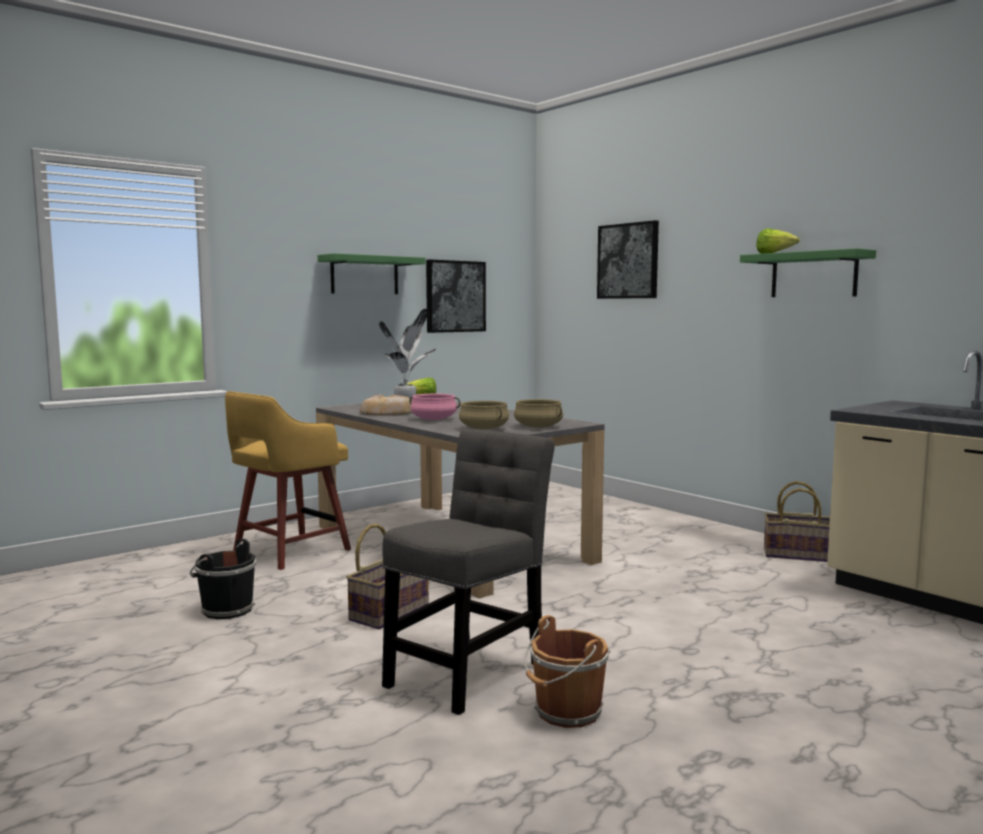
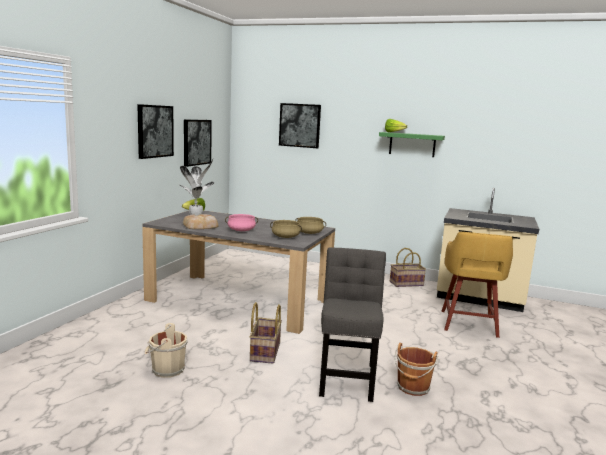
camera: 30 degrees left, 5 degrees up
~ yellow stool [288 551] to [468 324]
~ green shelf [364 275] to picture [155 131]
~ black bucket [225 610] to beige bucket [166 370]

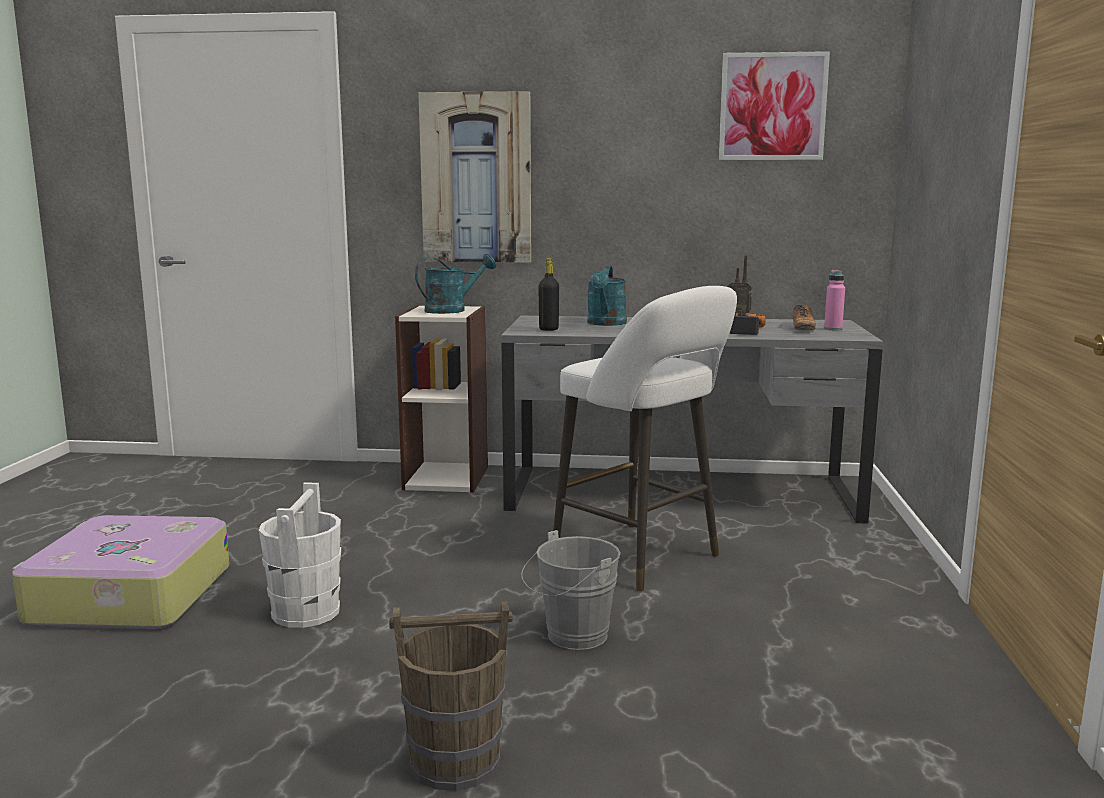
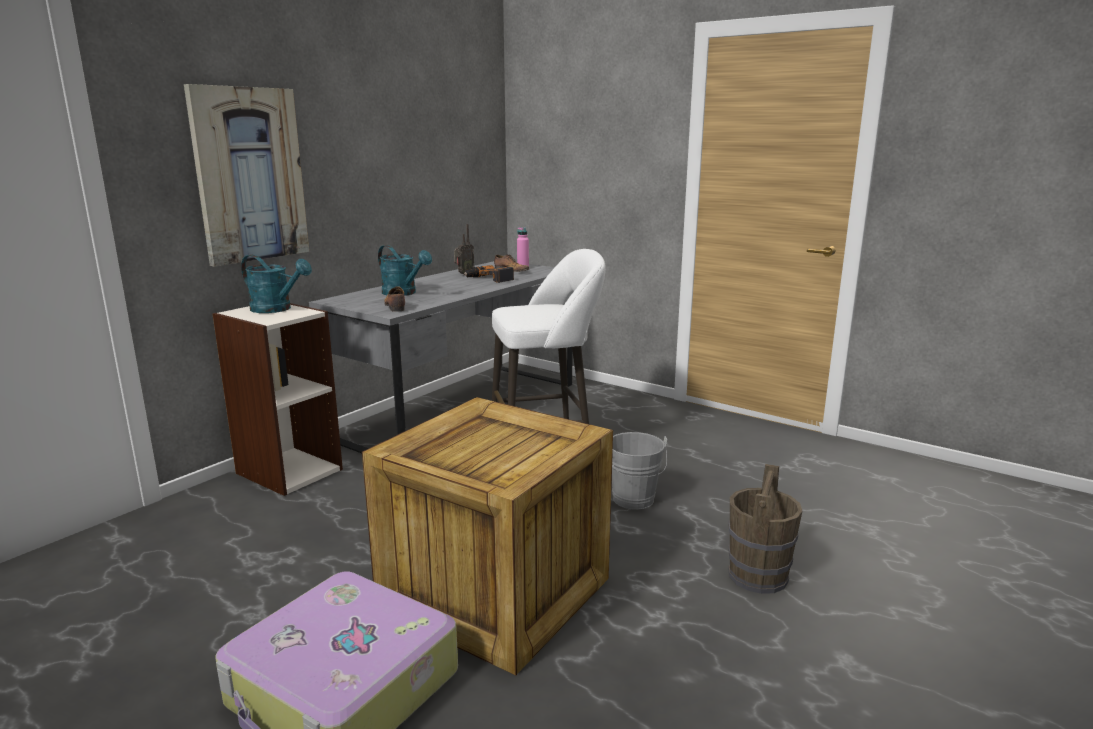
camera: 60 degrees left, 5 degrees up
- picture [772 107]
~ white bucket [306 611] to crate [495 590]
~ black bottle [548 329] to shoe [395 306]
~ turquoise watering can [452 310] = [277 309] 120 degrees clockwise

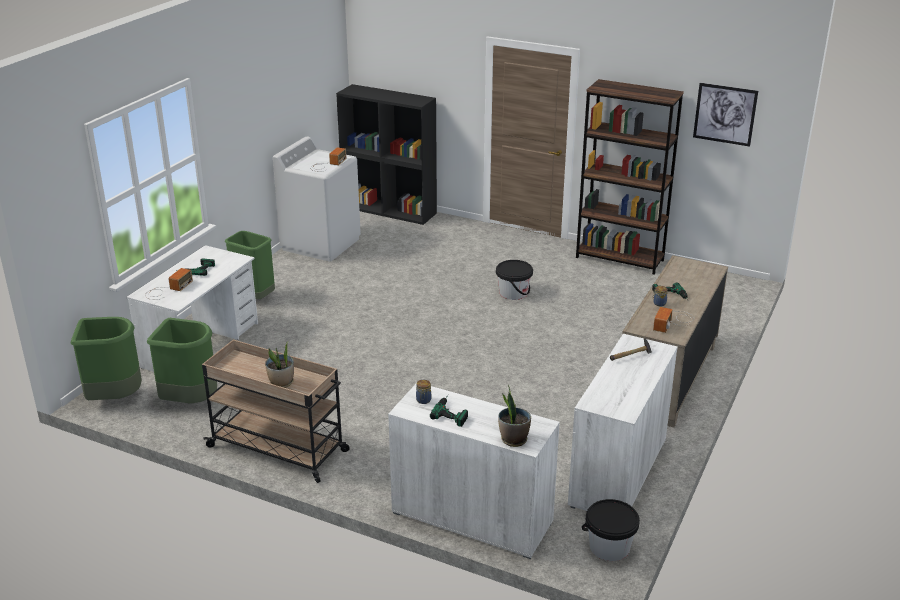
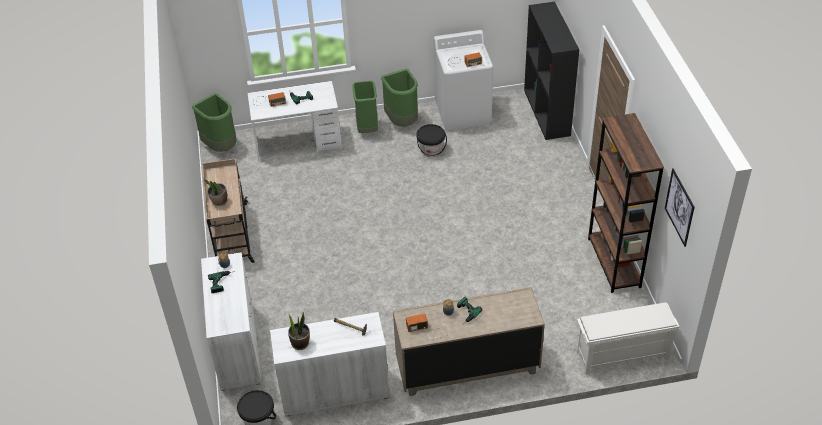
camera: 55 degrees right, 15 degrees up
+ white shoe rack [621 356]
~ green trash can [190 400] to [402 121]
~ black bucket [513 293] to [431 149]
~ potted plant [513 439] to [300 343]

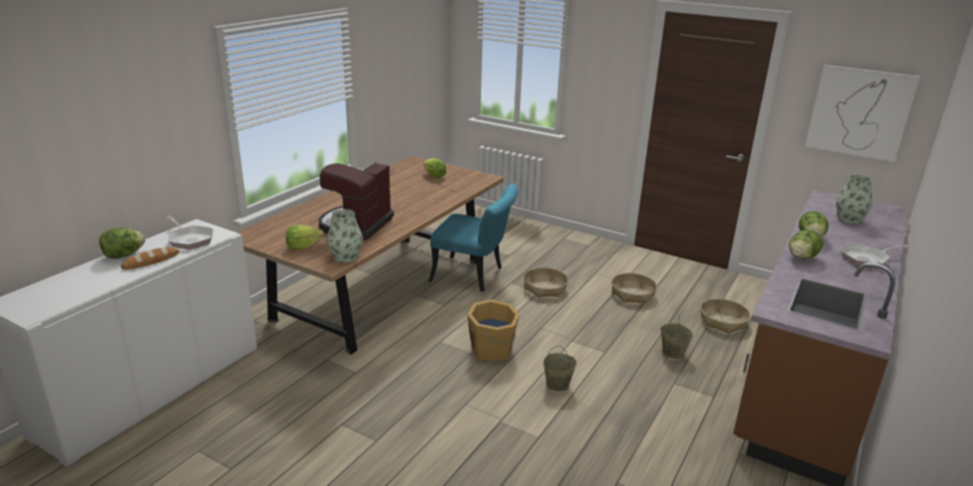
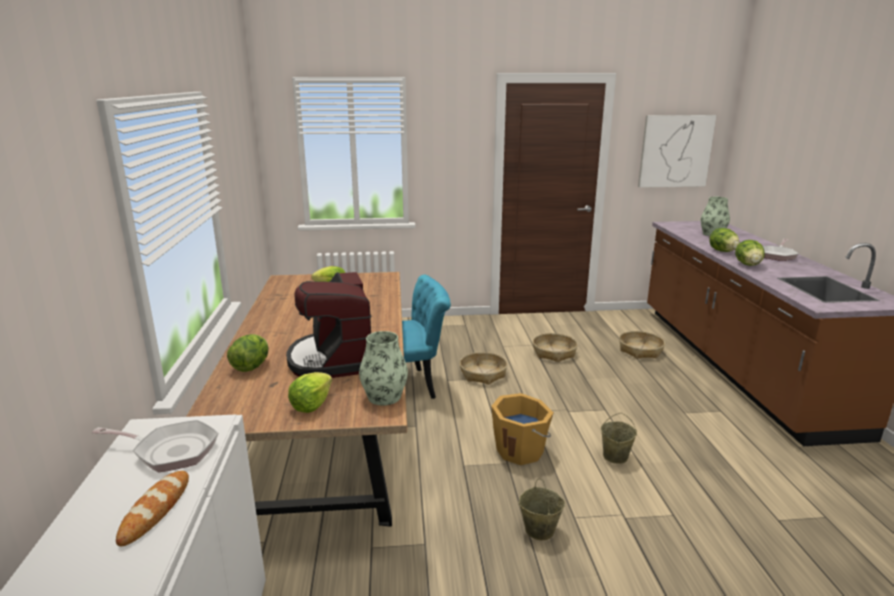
camera: 35 degrees left, 5 degrees down
~ lettuce [124 255] to [251 366]
~ beige bucket [672 353] to [539 530]

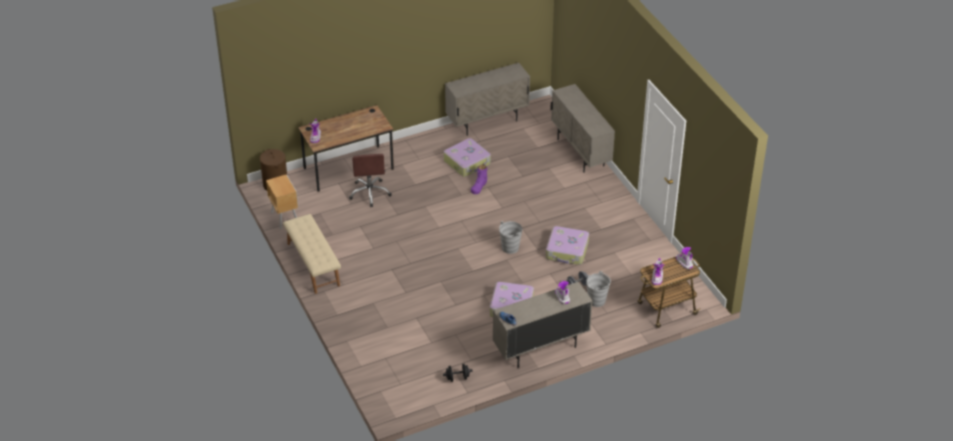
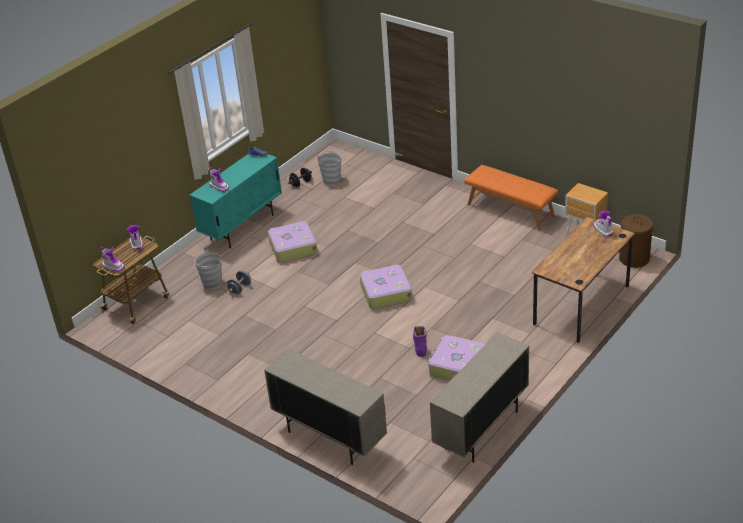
camera: 155 degrees right, 5 degrees down
- brown office chair [370 193]
~ grey bucket [510 248] to [332 181]
~ suitcase [567 251] to [385 293]
~ beige bench [312 264] to orange bench [510 210]
~ beige cabinet [541 349] to turquoise cabinet [242 227]

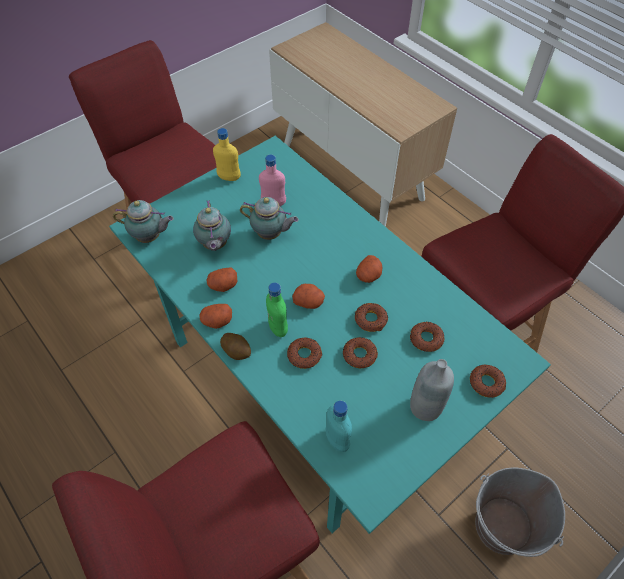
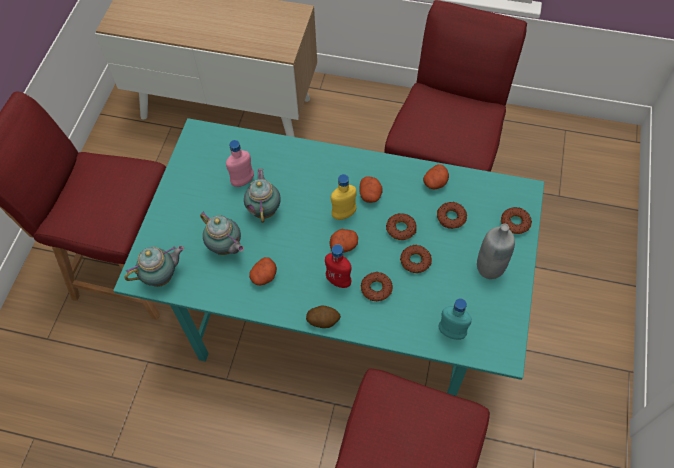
camera: 35 degrees left, 5 degrees up
- grey bucket [502 527]
~ potato [217 321] to [435 183]
~ yellow bottle [229 177] to [344 214]
~ green bottle [278 328] to red bottle [338 281]
~ teapot [271 234] = [264 209] 75 degrees counterclockwise

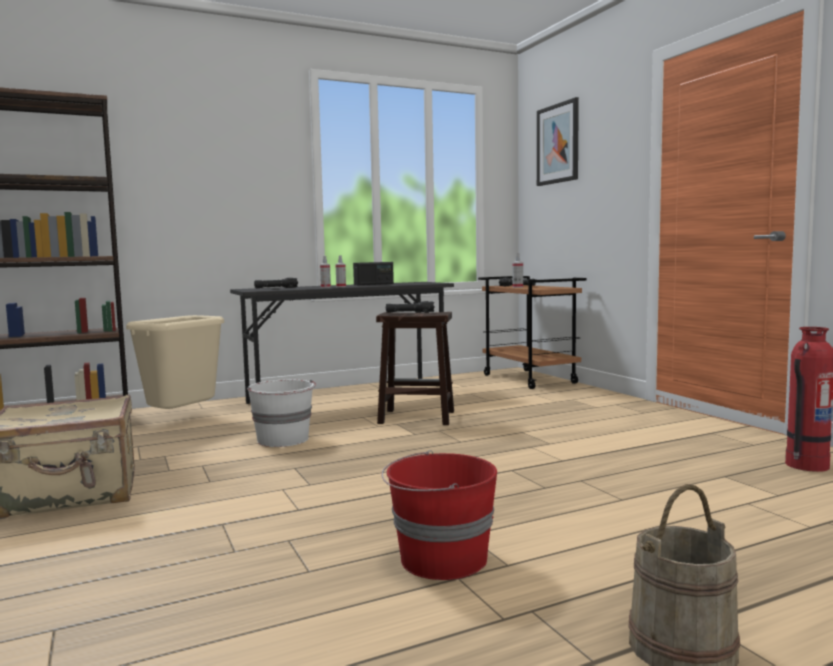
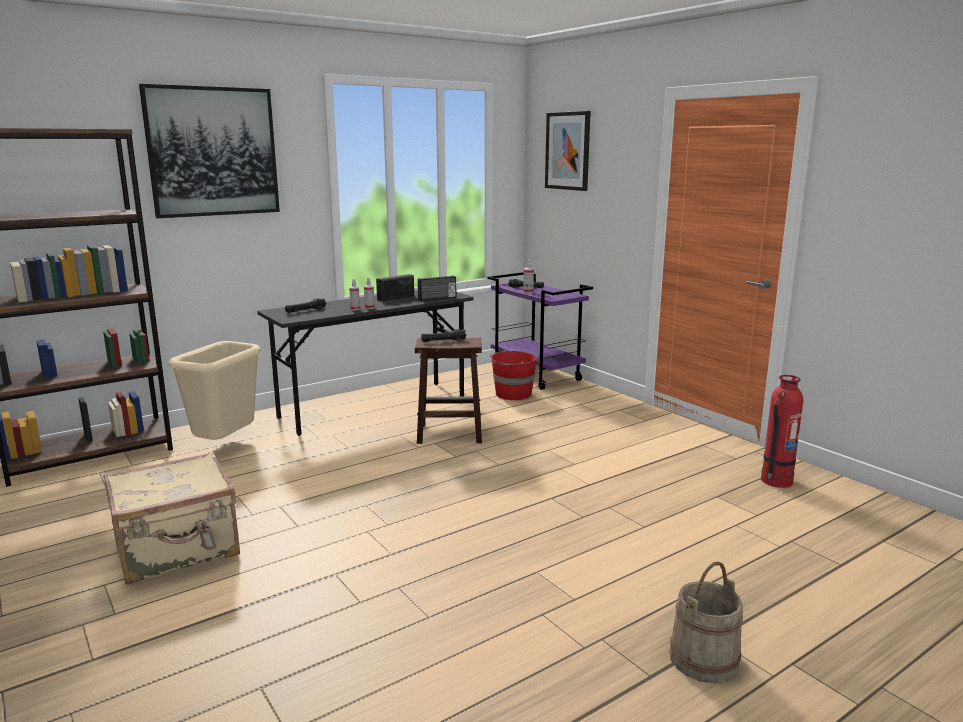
camera: 10 degrees left, 10 degrees up
- white bucket [283 440]
+ picture [213 152]
+ radio [437 298]
~ red bucket [441 560] to [512 394]
~ brown cart [530 379] to purple cart [537 375]

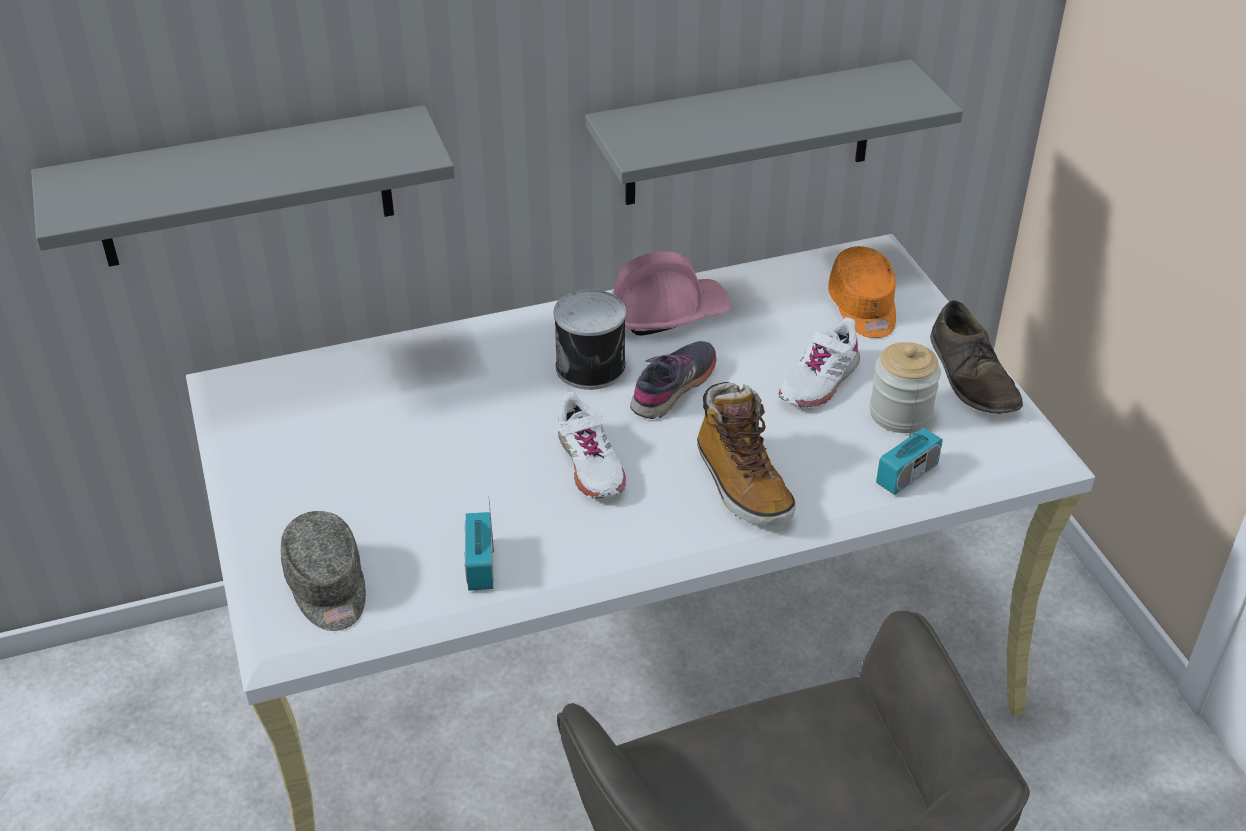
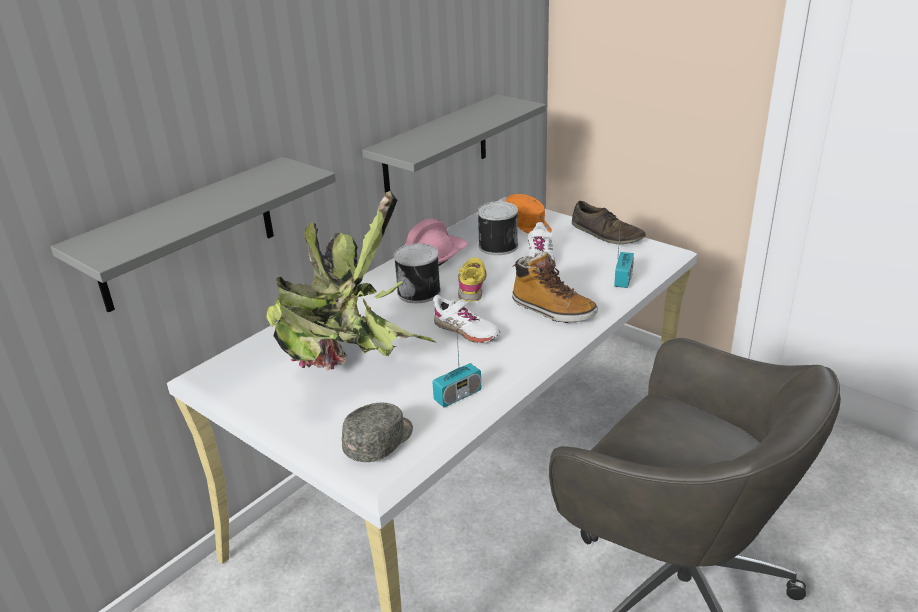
camera: 30 degrees left, 10 degrees down
- jar [900 413]
+ potted plant [350 368]
+ can [497 246]
~ grey shoe [674 387] to yellow shoe [472 285]
~ grey cap [328 587] = [380 442] 90 degrees counterclockwise
~ radio [480 565] = [458 395] 90 degrees counterclockwise

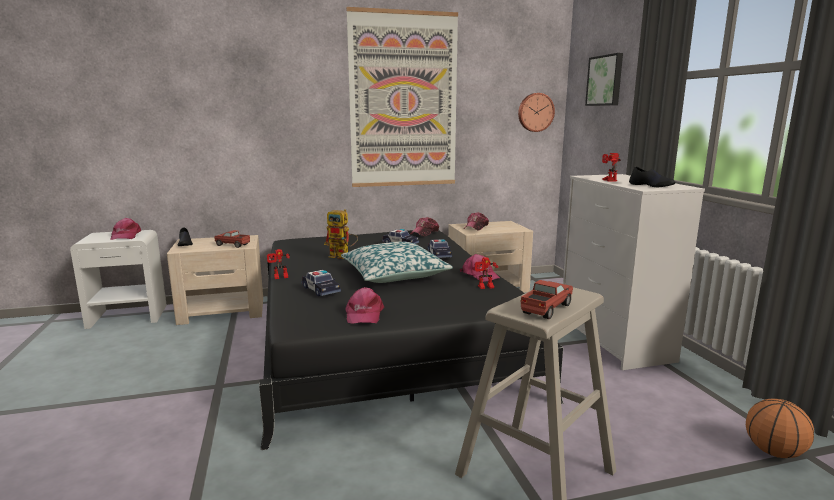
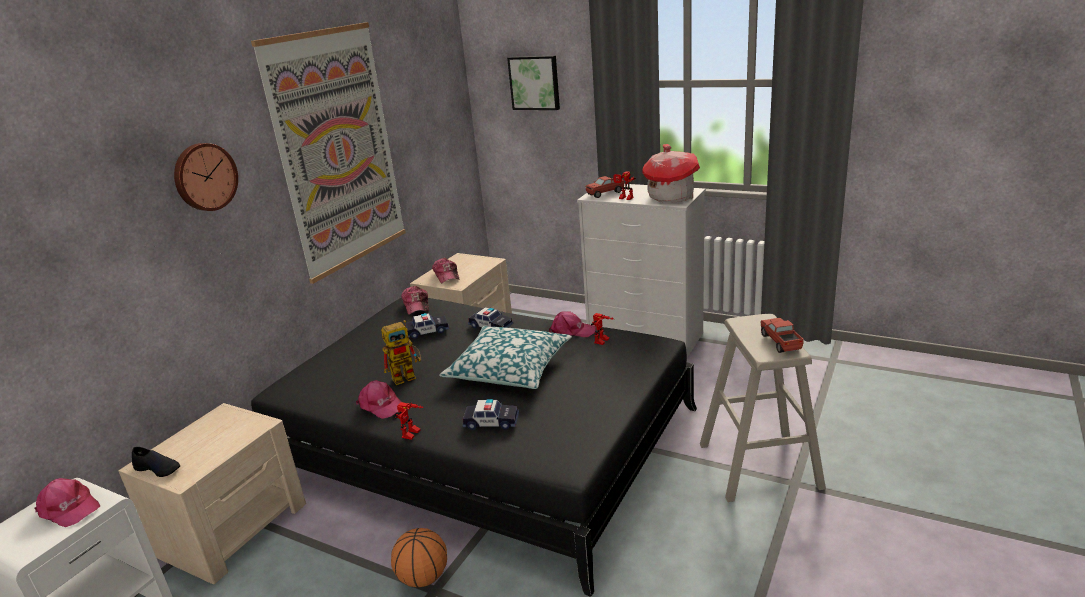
camera: 45 degrees left, 10 degrees up
~ toy truck [233 245] to [605 193]
~ pink cap [363 314] to [381 405]
~ wall clock [535 112] to [204 177]
~ basketball [773 452] to [423 578]
~ black shoe [651 185] to toy house [671 196]

